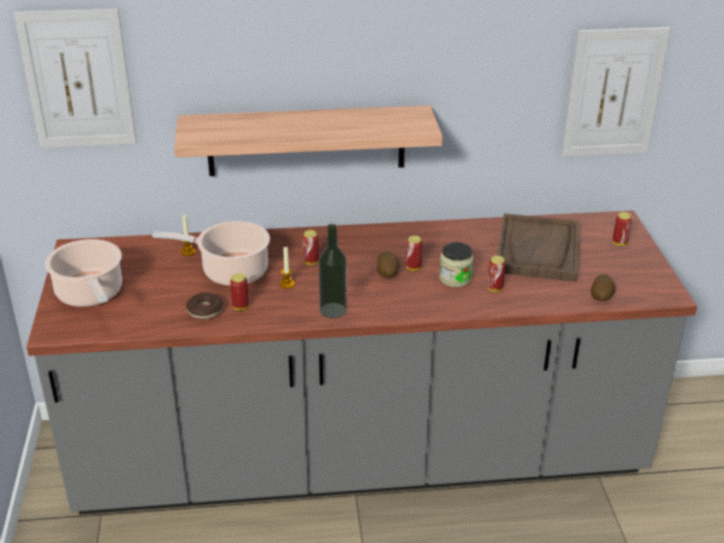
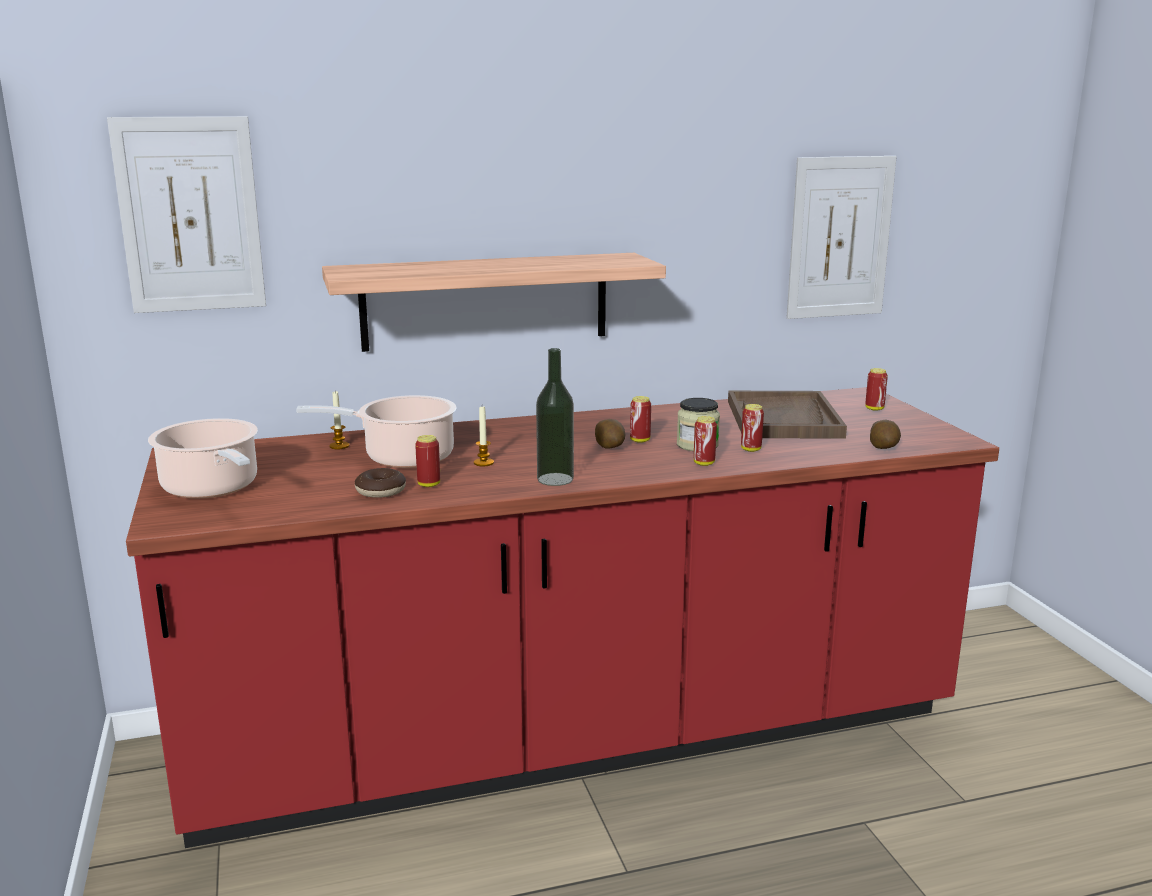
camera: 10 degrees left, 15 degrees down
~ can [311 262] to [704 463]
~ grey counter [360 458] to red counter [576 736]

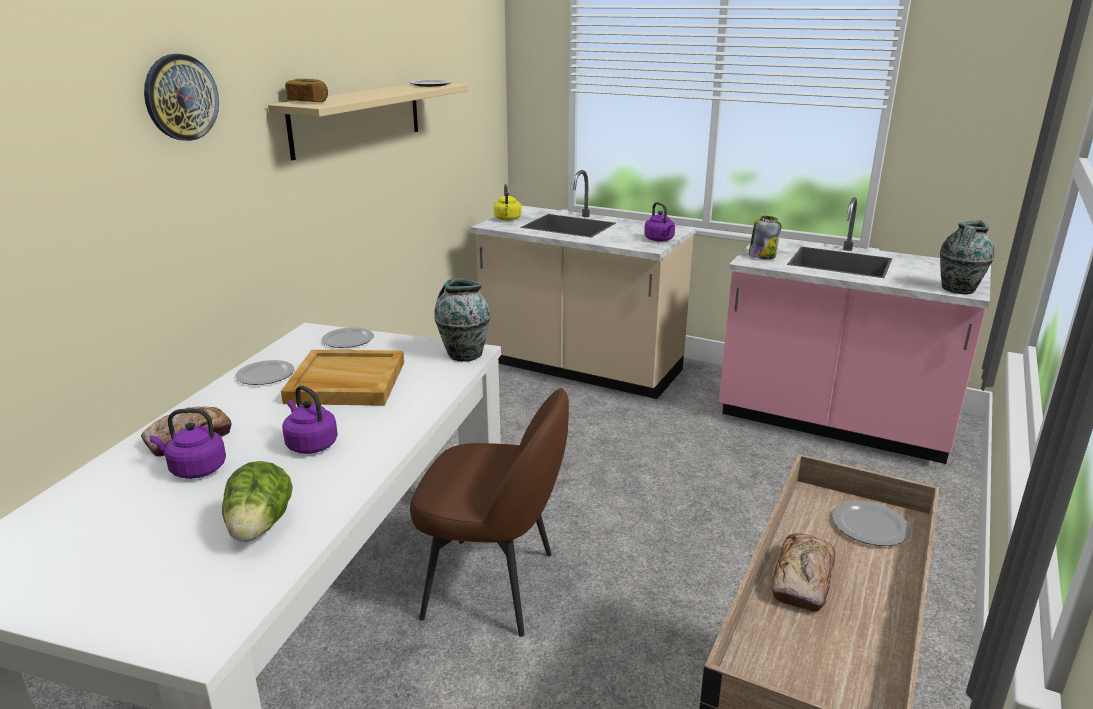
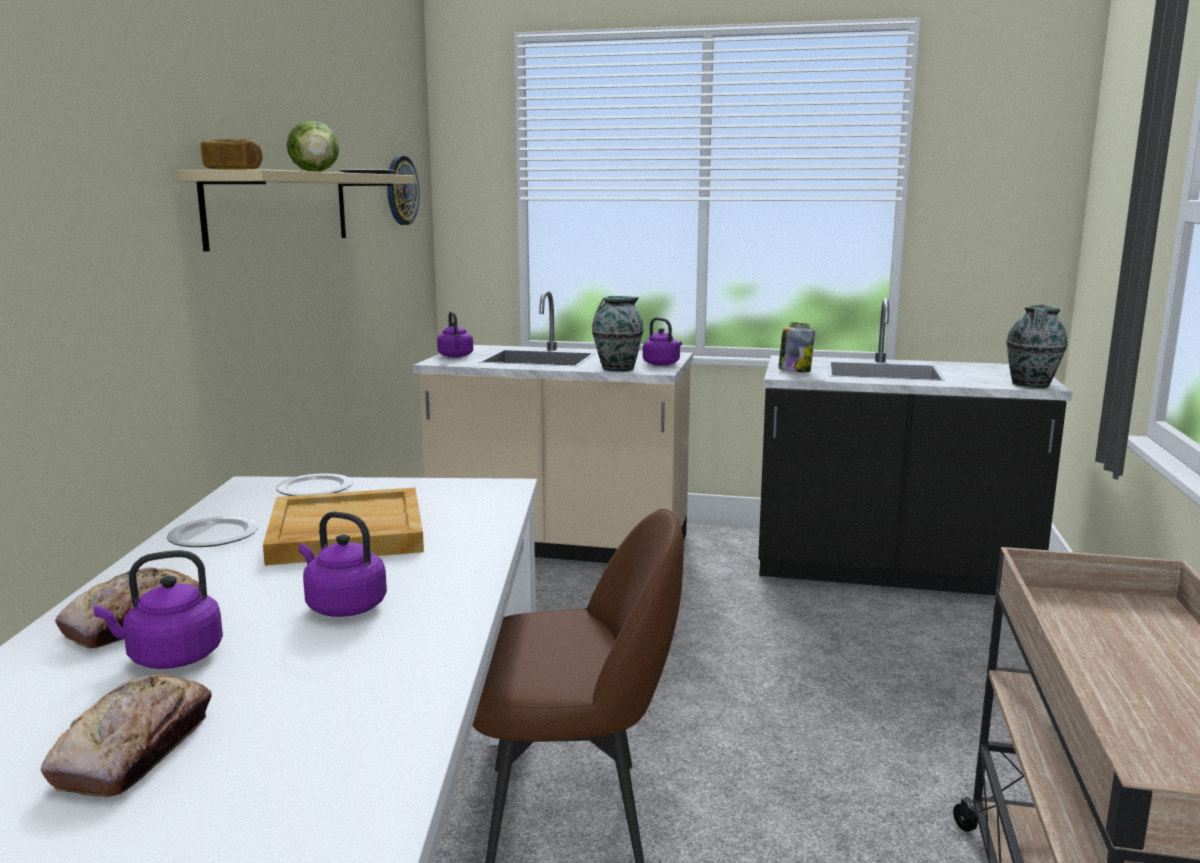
camera: 15 degrees left, 10 degrees down
- plate [870 527]
~ wall clock [180 97] to [401 190]
~ lettuce [259 528] to [316 171]
~ vase [463 354] to [617 369]
~ bread [802 579] to [135 749]
~ yellow kettle [507 219] to purple kettle [456 356]
~ pink counter [833 423] to black counter [890 572]

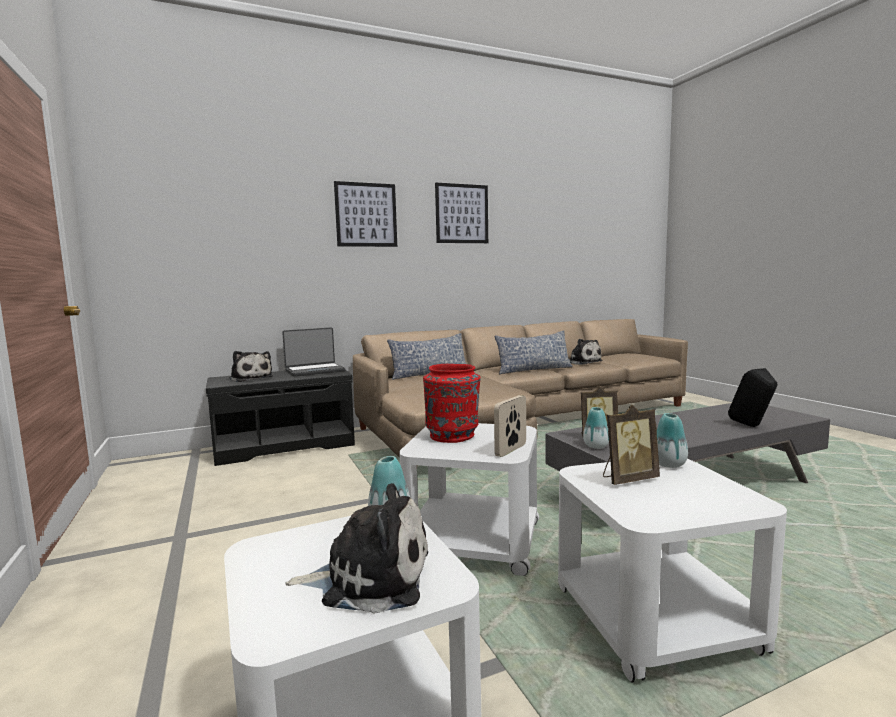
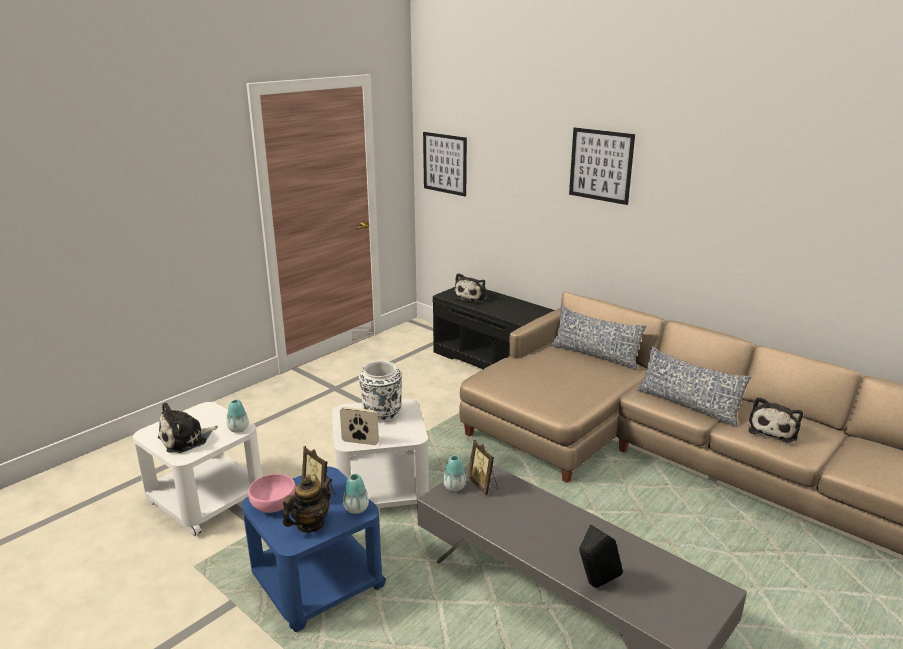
camera: 65 degrees right, 15 degrees up
- laptop [315 371]
+ pink bowl [273 504]
+ teapot [310 524]
~ picture [462 214] to [445 163]
~ red vase [453 436] to white vase [382 414]
~ white side table [656 620] to blue side table [316 582]
~ plush toy [370 577] = [186 439] 75 degrees clockwise

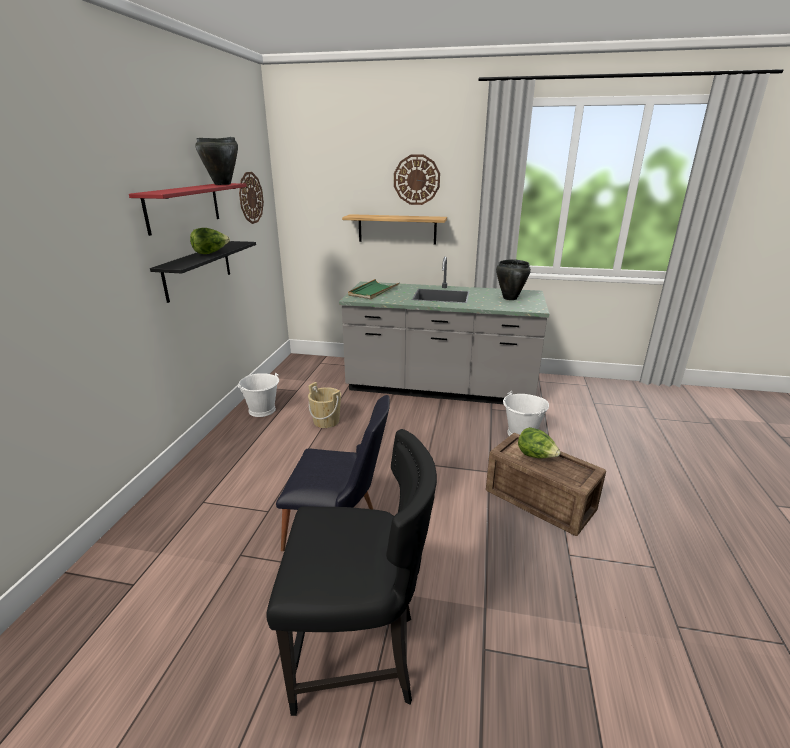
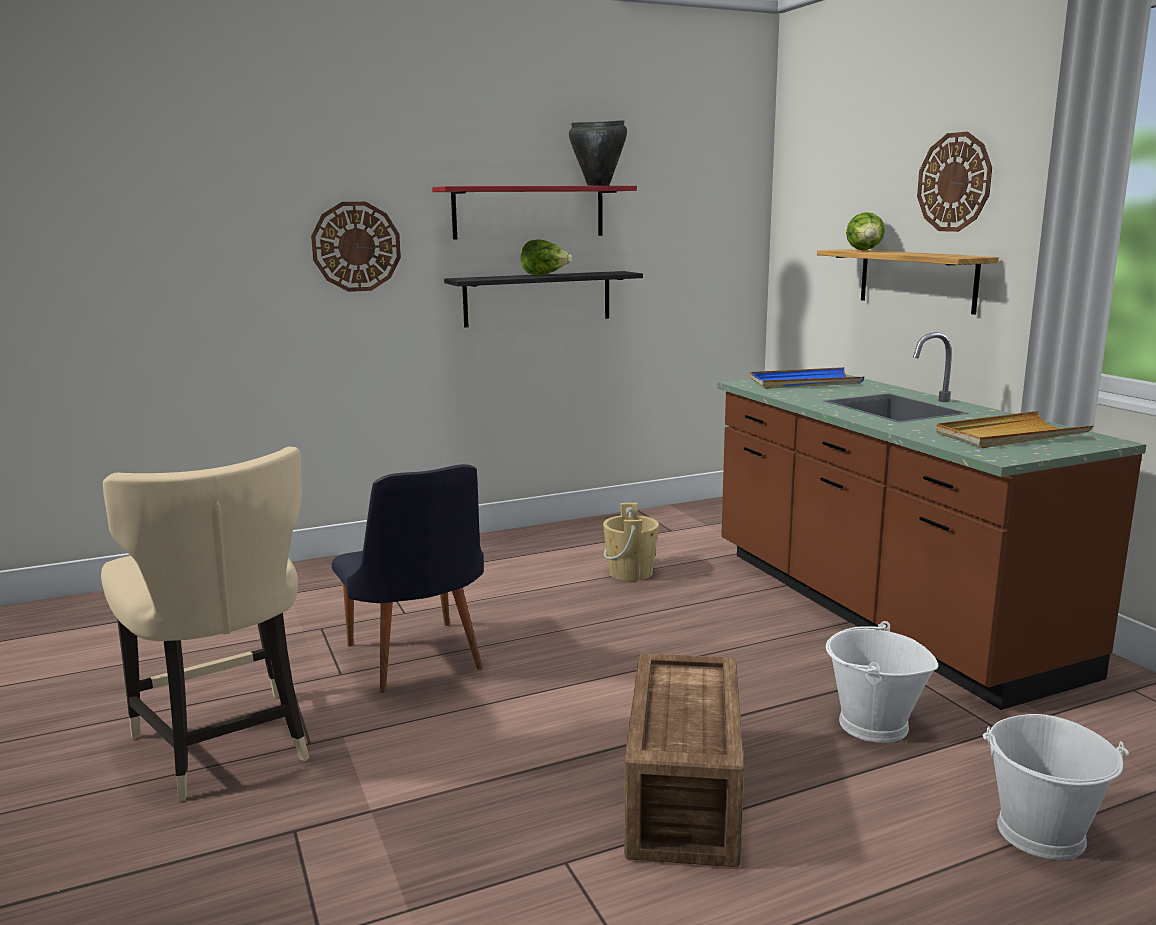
camera: 55 degrees right, 10 degrees down
~ white bucket [262 410] to [1042 834]
~ wall clock [250 198] to [356 246]
~ lettuce [536 456] to [865 250]
~ black cooking pot [509 298] to beige tray [1010 435]
~ black chair [359 656] to beige chair [226 747]
~ grey counter [440 388] to brown counter [881 610]
~ green tray [373 291] to blue tray [804 383]

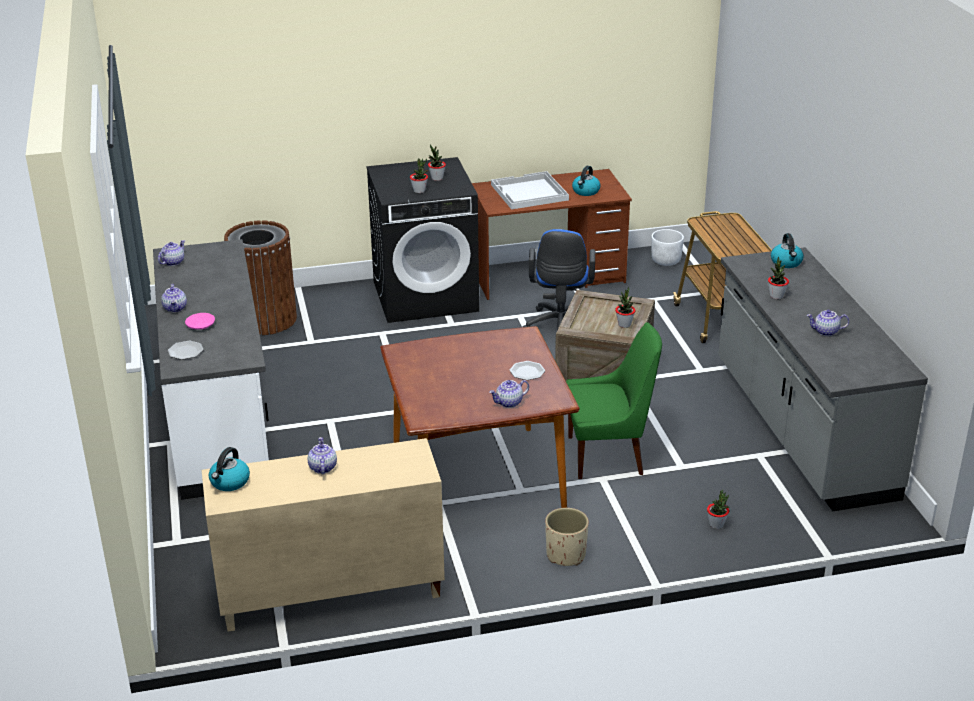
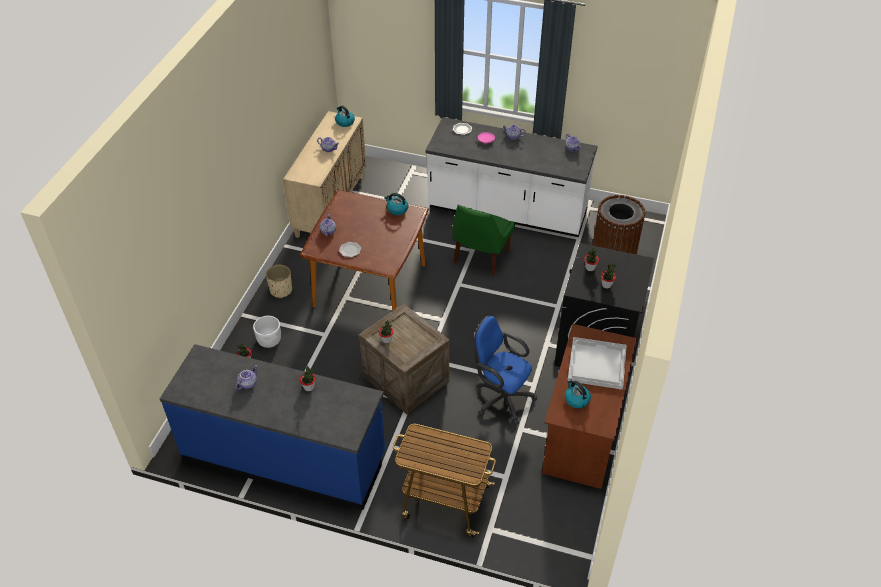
camera: 120 degrees right, 15 degrees up
~ green chair [609 455] to [480 258]
~ white planter [666 261] to [269 340]
~ kettle [786 262] to [397 209]
~ grey counter [801 430] to blue counter [285 456]

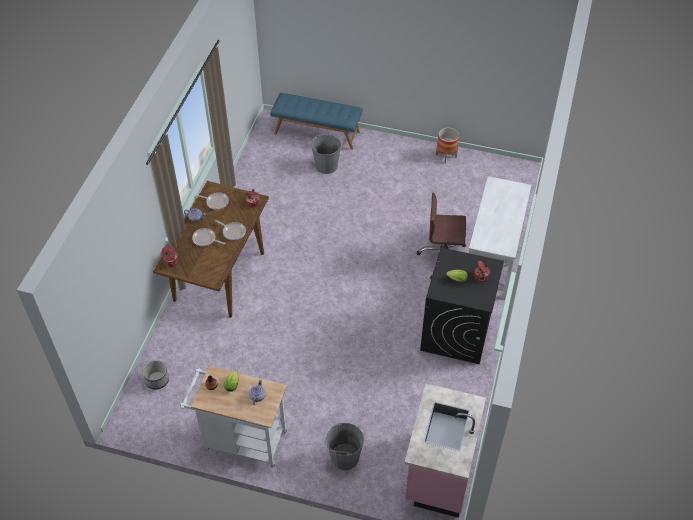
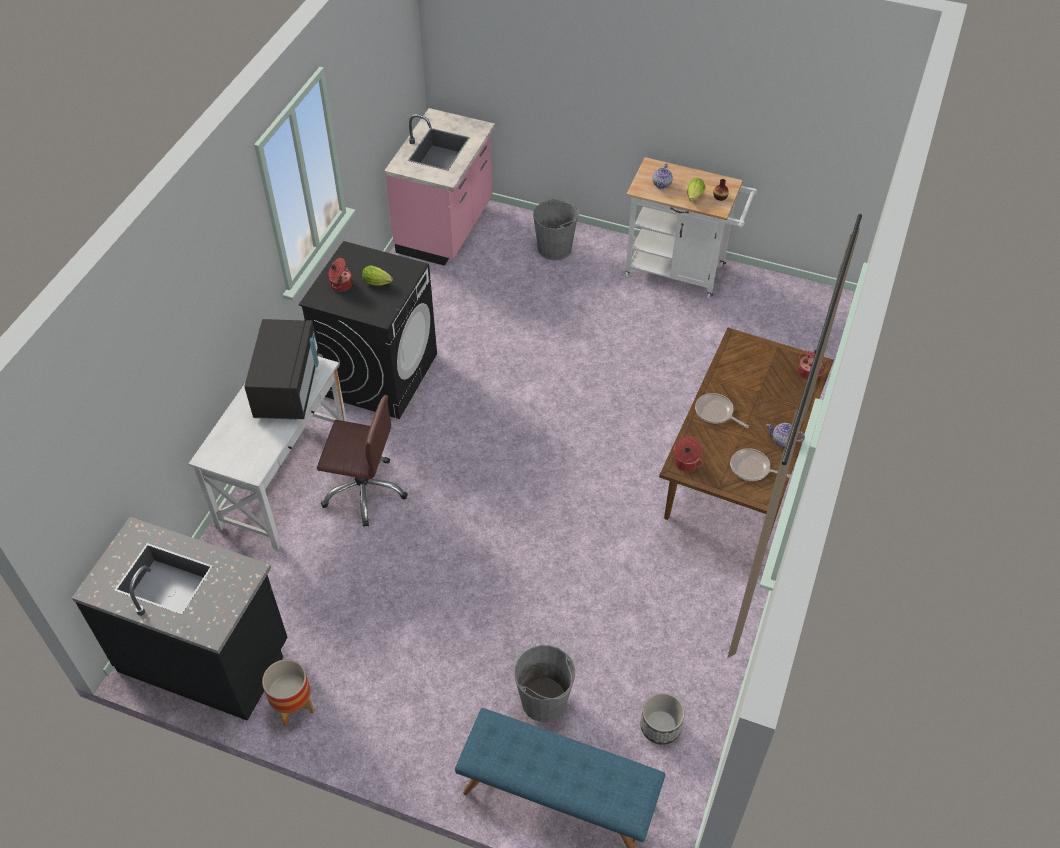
camera: 175 degrees left, 0 degrees up
- frying pan [205 239]
+ black counter [205 656]
+ black microwave [288 387]
~ planter [157 380] to [660 727]

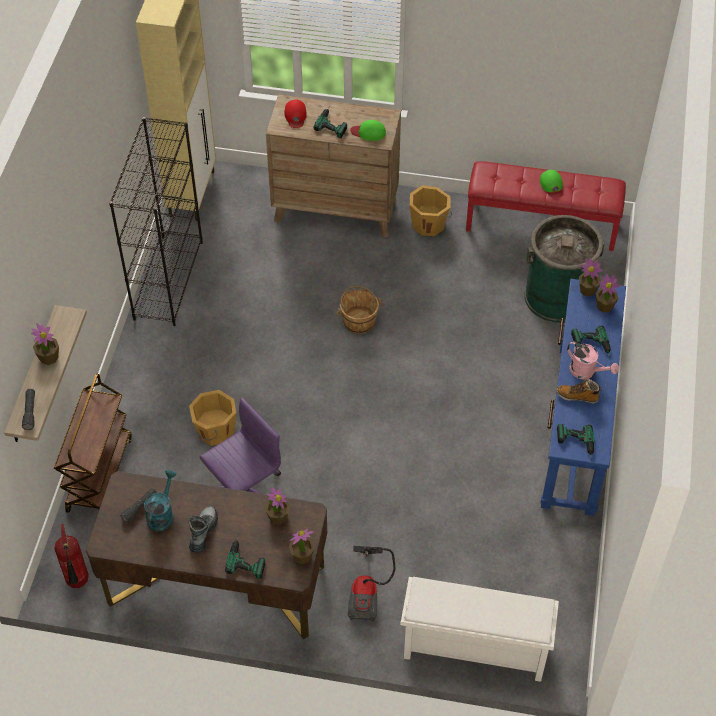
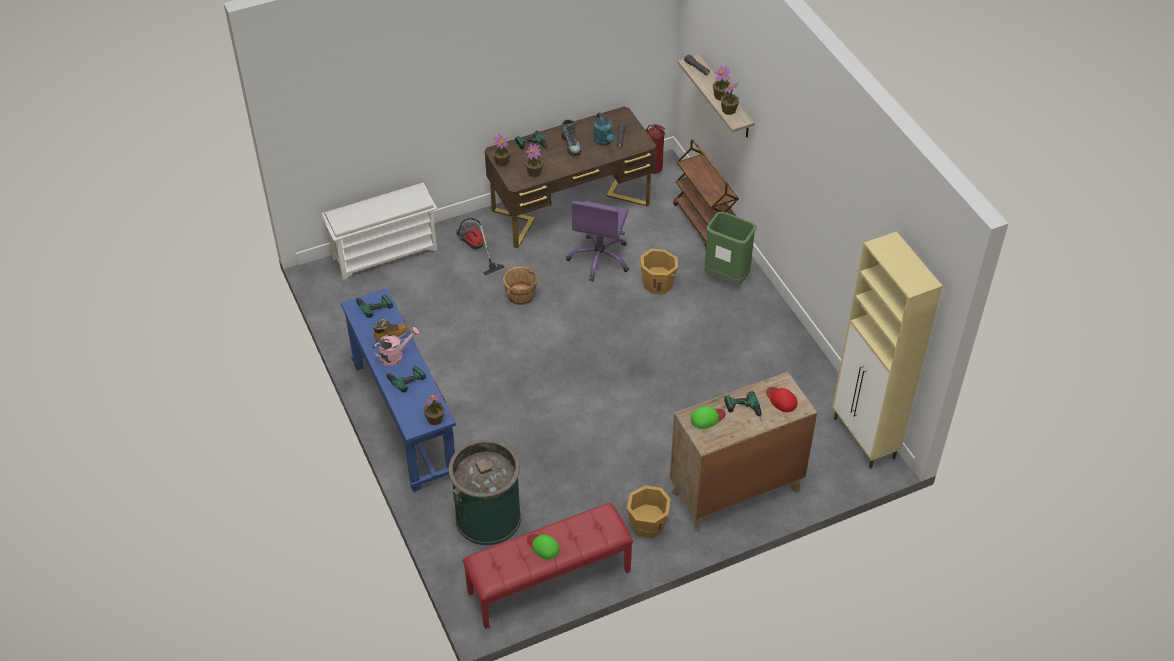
camera: 145 degrees right, 5 degrees down
- black bookcase [168 279]
+ green trash can [726 278]
~ brown bucket [359 321] to [521 295]
~ potted plant [604 306] to [728 110]
~ pink watering can [587 372] = [395 356] 150 degrees clockwise

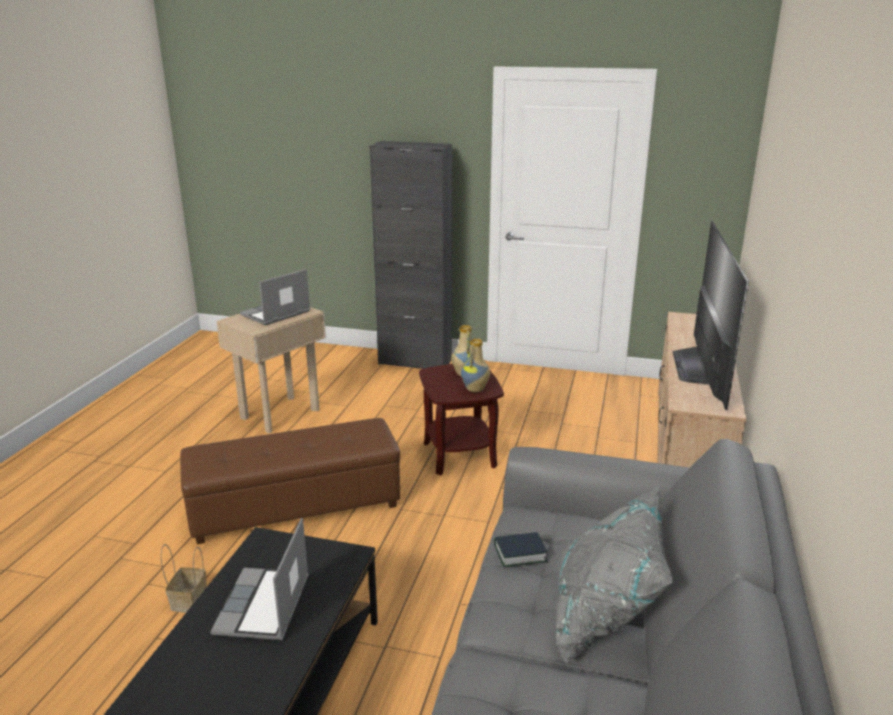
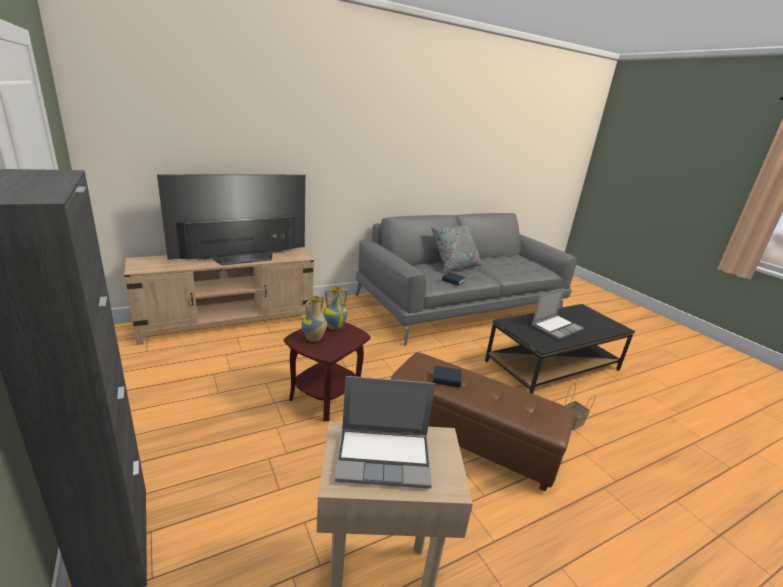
camera: 135 degrees left, 0 degrees up
+ book [446 379]

